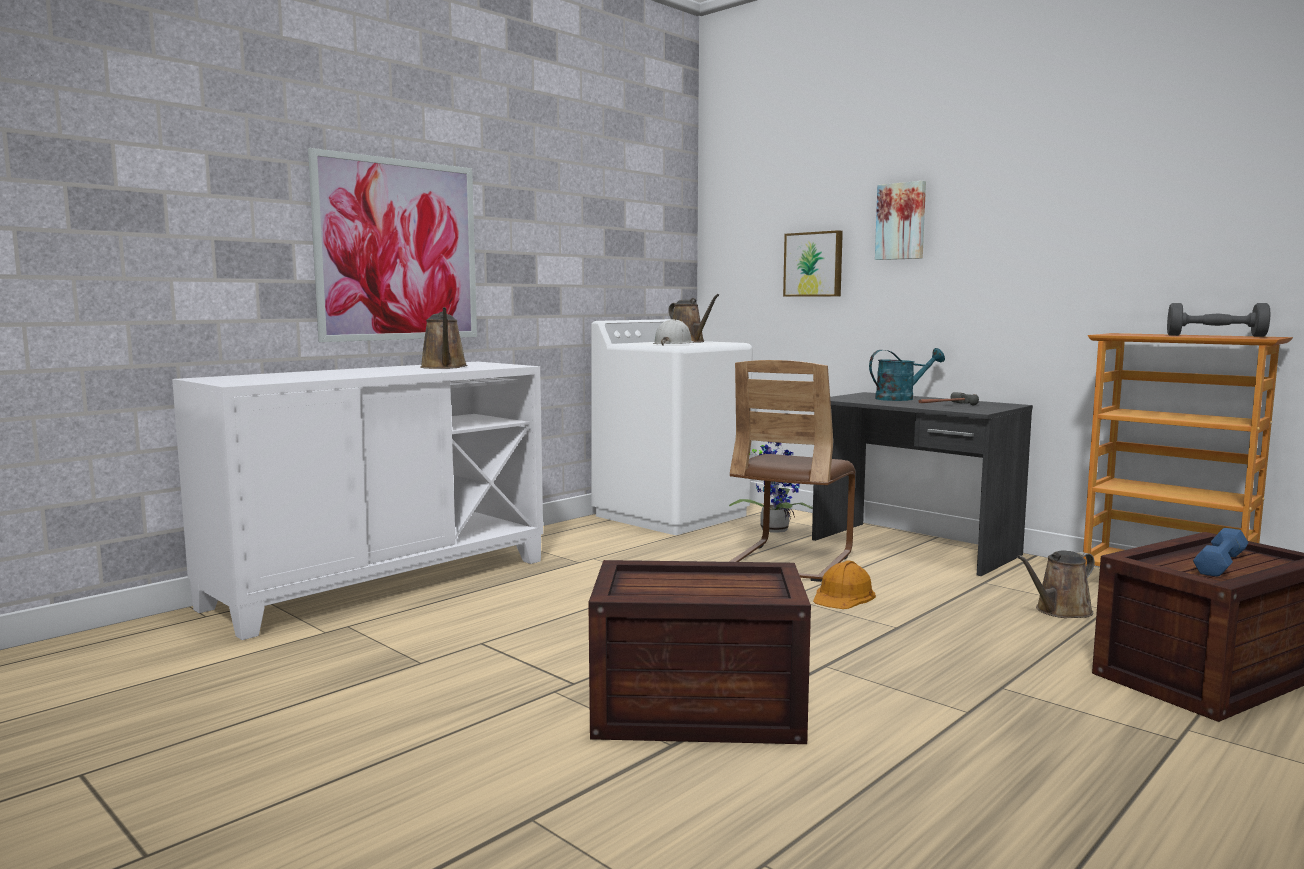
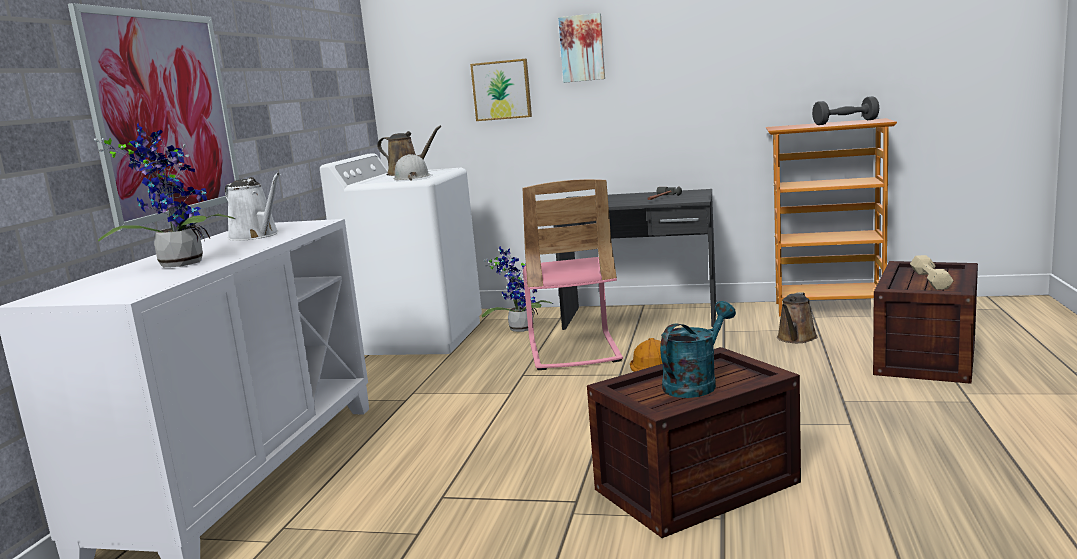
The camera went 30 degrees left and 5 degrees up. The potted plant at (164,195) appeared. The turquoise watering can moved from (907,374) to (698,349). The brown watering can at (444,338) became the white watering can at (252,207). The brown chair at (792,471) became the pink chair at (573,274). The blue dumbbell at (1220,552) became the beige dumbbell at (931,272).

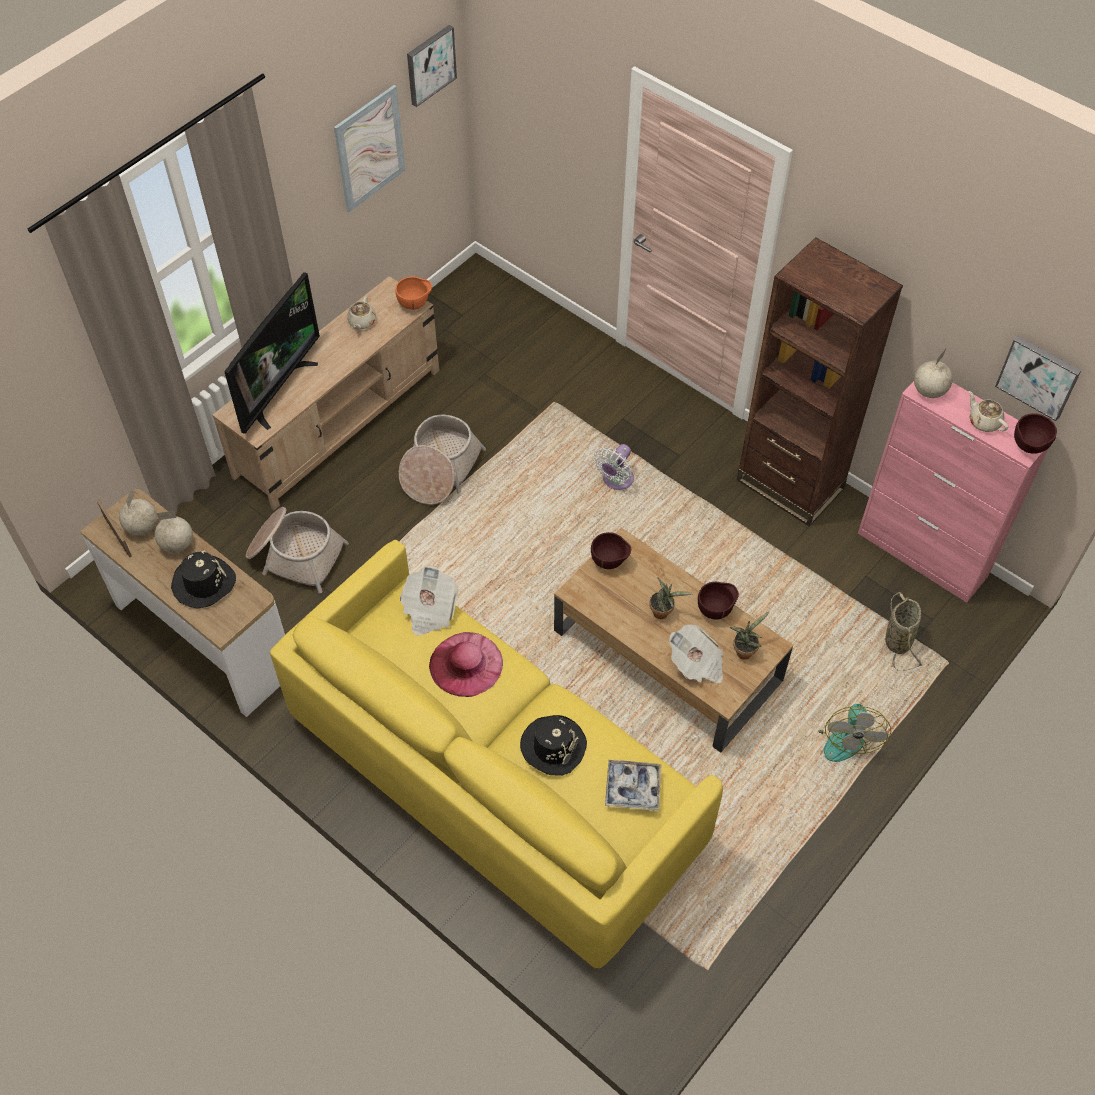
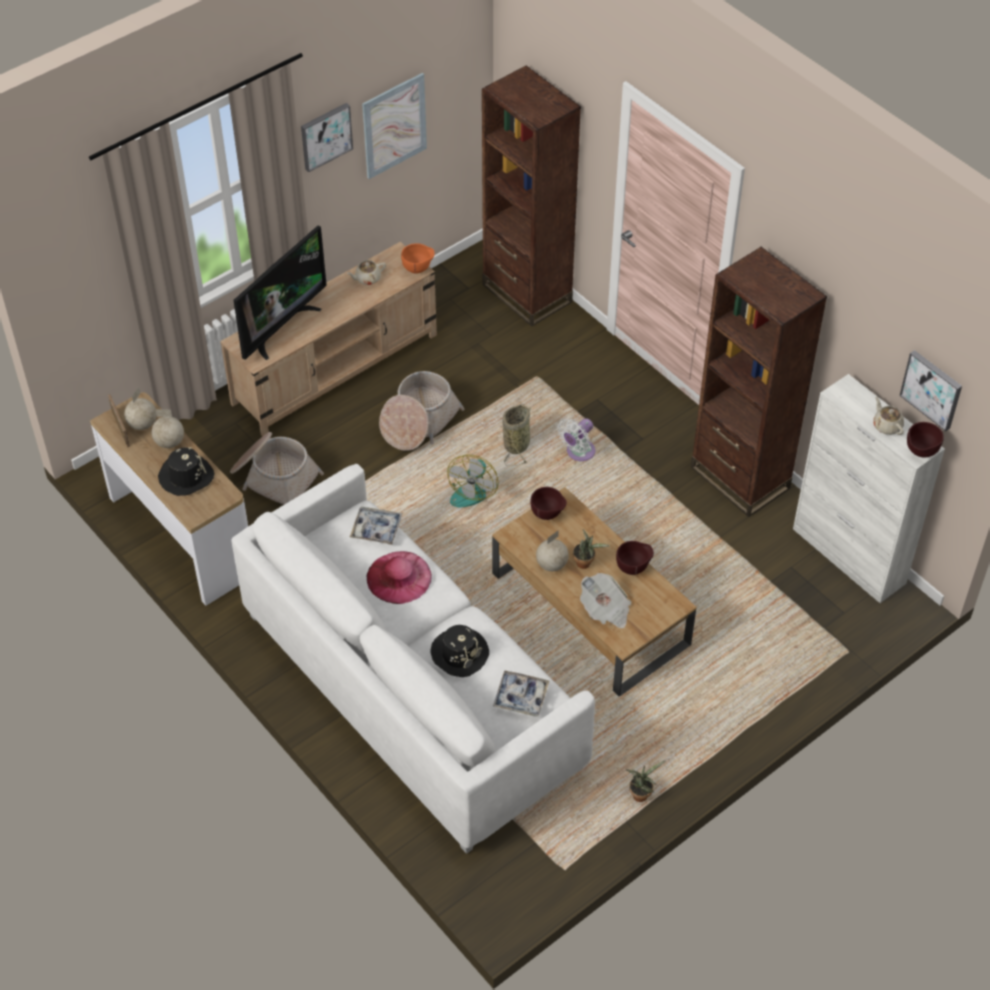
The camera went 10 degrees right and 5 degrees down. The brown bookcase at (531,196) appeared. The picture moved from (432,66) to (327,137). The potted plant moved from (749,635) to (646,781). The fan moved from (854,733) to (473,481). The basket moved from (904,631) to (516,435). The globe moved from (933,373) to (552,550). The newspaper at (429,600) was replaced by the tray at (376,526). The yellow sofa at (496,754) became the white sofa at (413,659). The pink cabinet at (953,492) became the white cabinet at (869,488). The beige teapot at (361,313) turned 45 degrees clockwise.

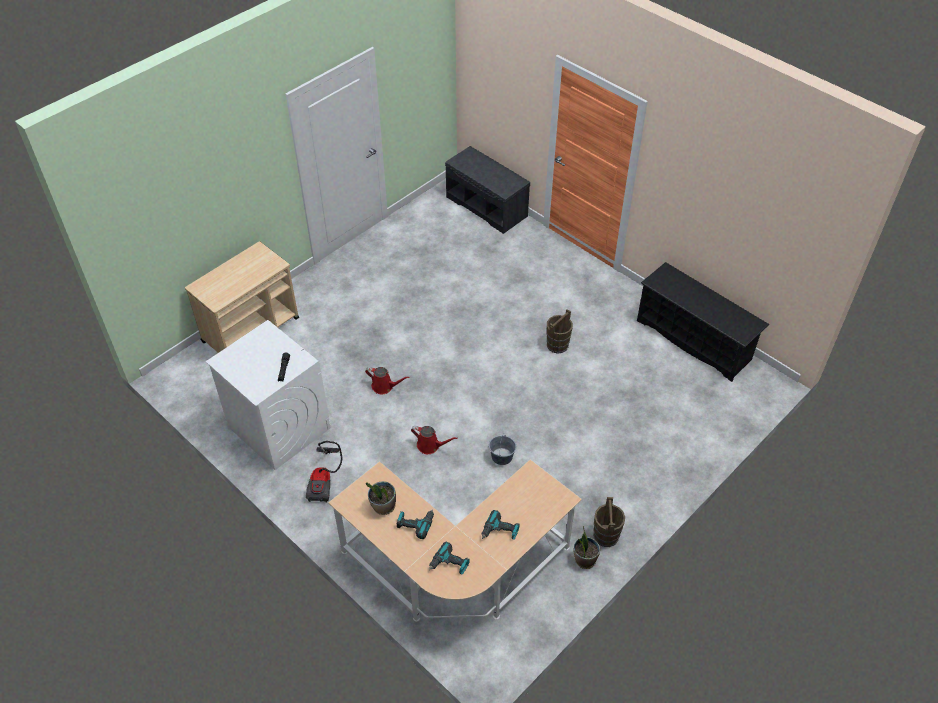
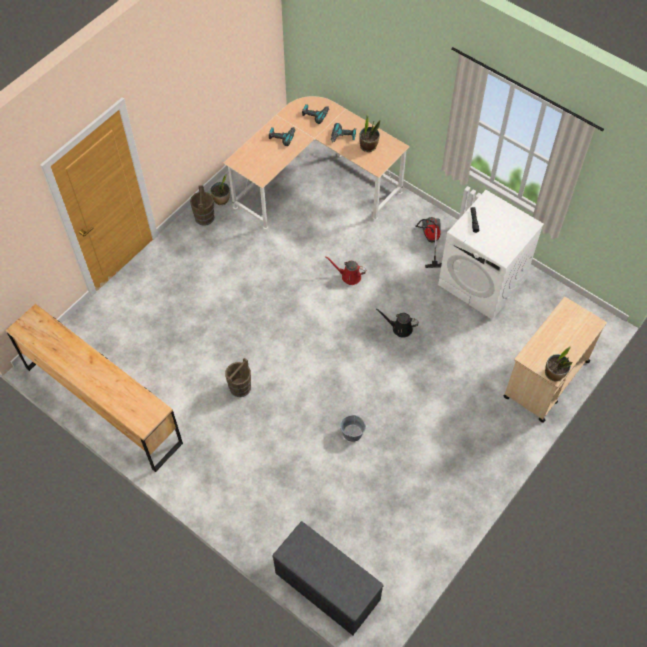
The camera went 175 degrees right and 10 degrees up. The potted plant at (559,363) appeared. The grey bucket moved from (502,449) to (353,428). The black shoe rack at (703,322) was replaced by the brown dresser at (94,388). The red watering can at (387,380) became the black watering can at (397,323).

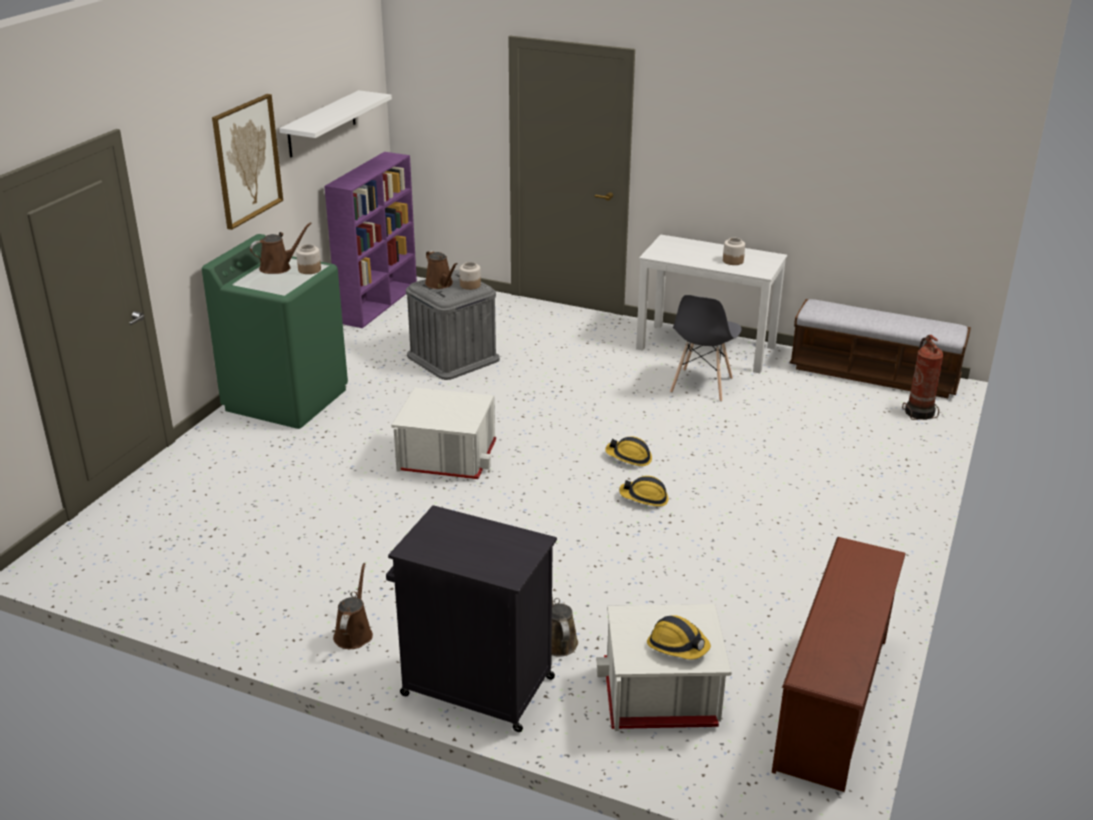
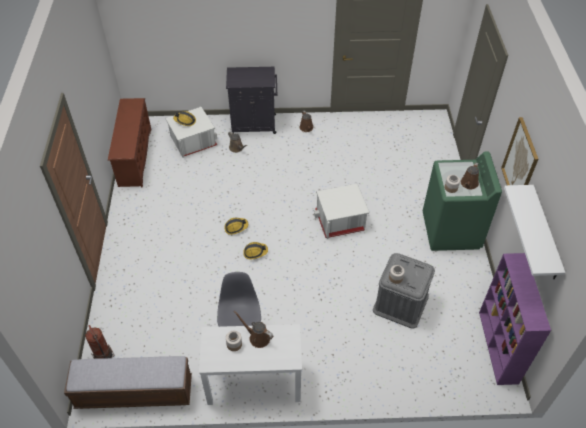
The camera went 155 degrees right and 20 degrees up. The brown watering can moved from (441,269) to (253,329).

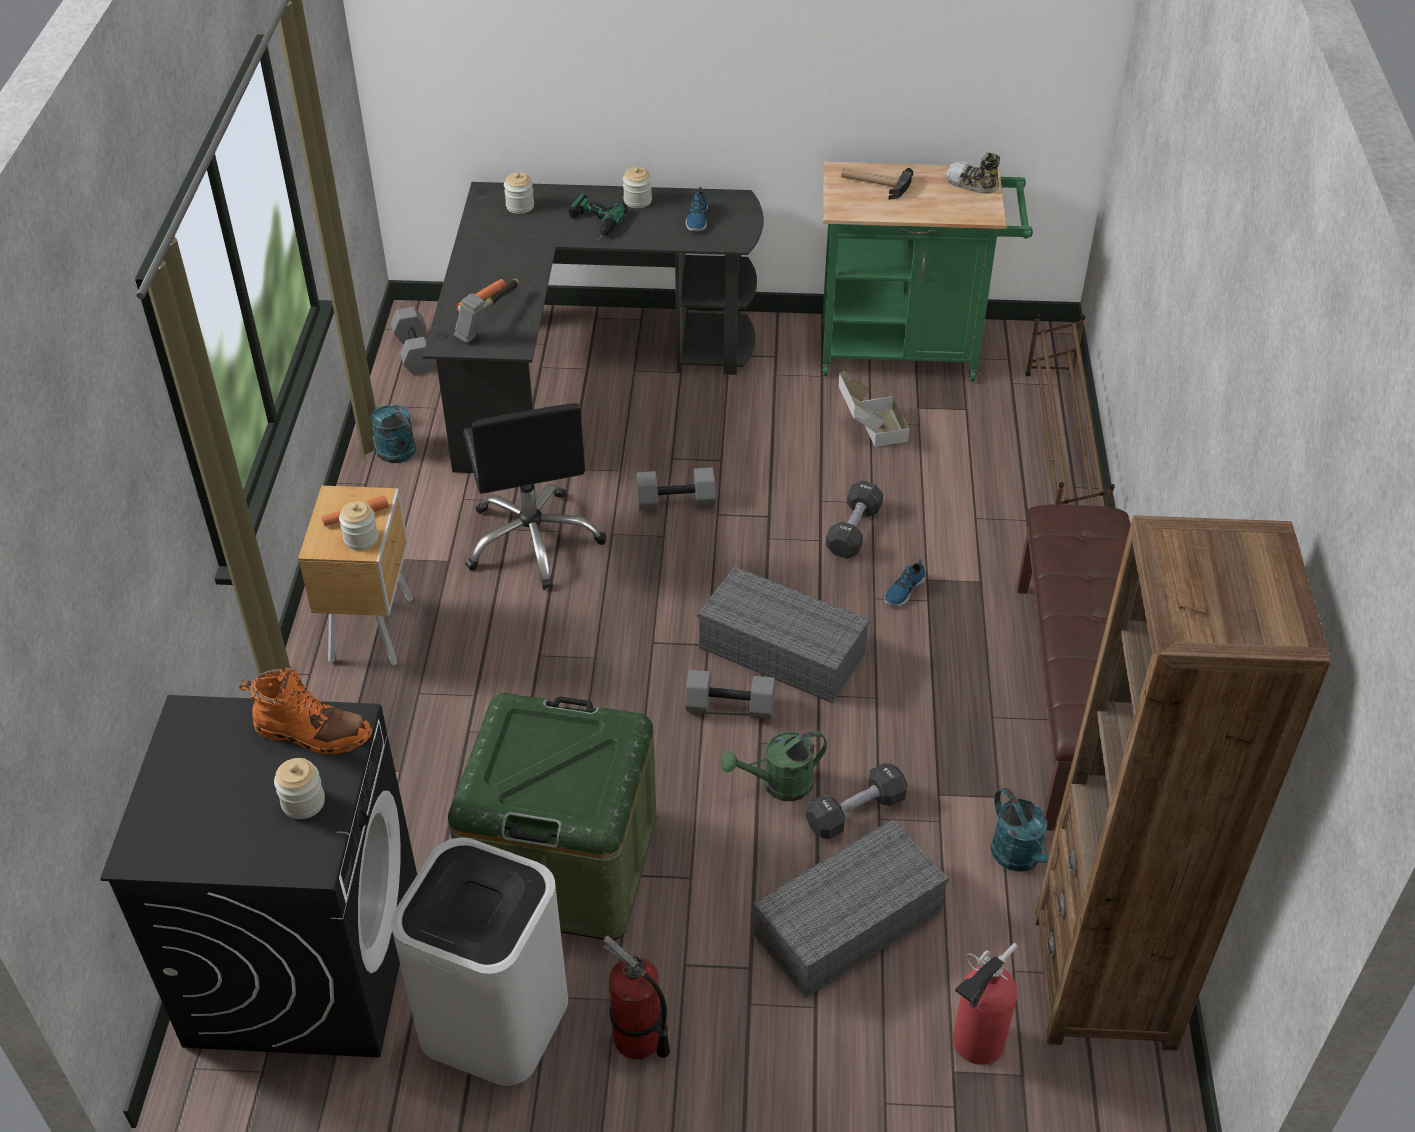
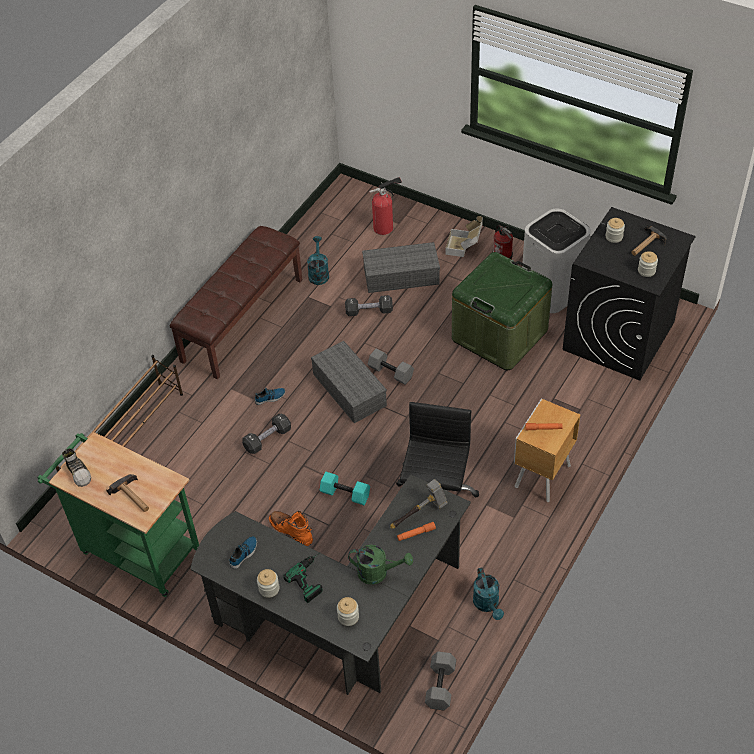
The camera went 150 degrees left and 5 degrees up. The brown bookcase at (1183,783) disappeared. The hammer at (649,240) appeared. The orange boot moved from (305,710) to (291,528). The jar moved from (358,525) to (648,264). The green watering can moved from (774,766) to (380,565). The cardboard box moved from (873,409) to (464,236). The grey dumbbell at (676,489) became the turquoise dumbbell at (345,488).

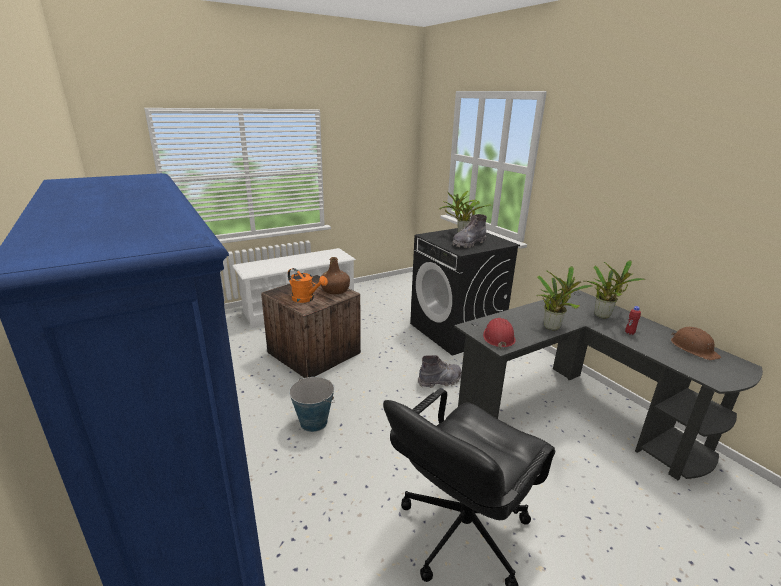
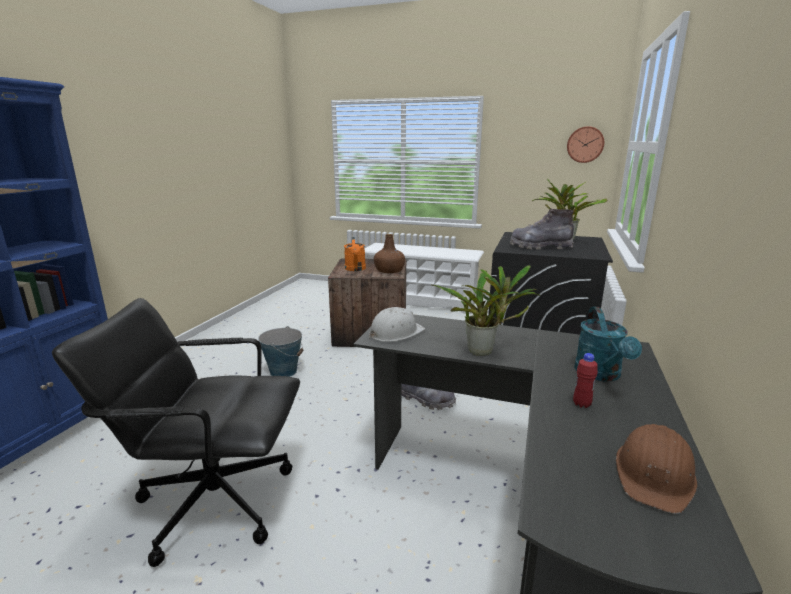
The camera went 50 degrees right and 5 degrees down. The wall clock at (585,144) appeared. The potted plant at (615,289) was replaced by the turquoise watering can at (608,344). The red hard hat at (499,333) became the white hard hat at (397,324).

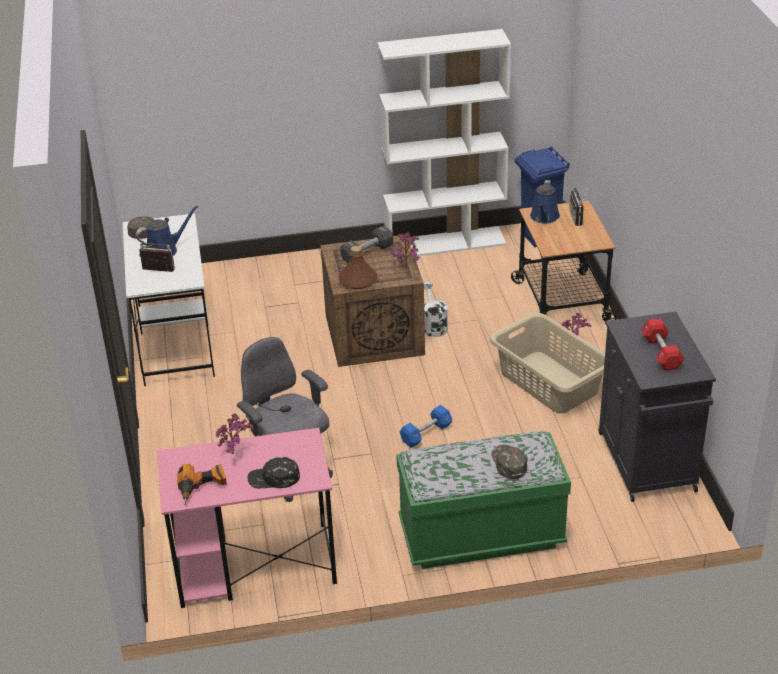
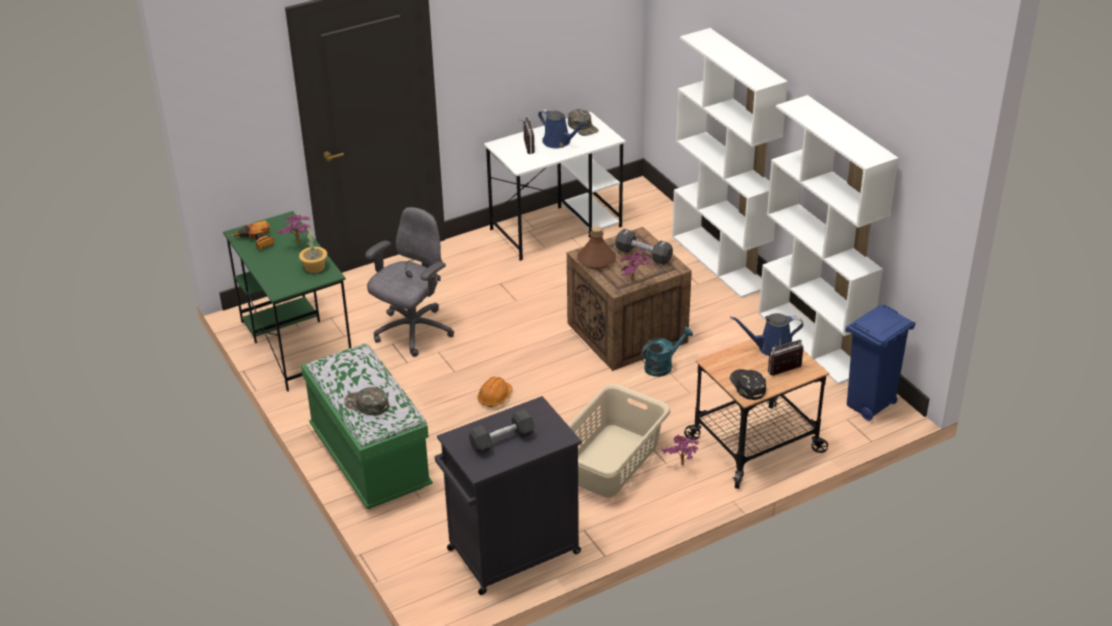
The camera went 70 degrees right and 0 degrees up. The potted plant at (313,250) appeared. The white bookcase at (730,163) appeared. The black cap moved from (273,472) to (748,384). The blue dumbbell at (426,426) was replaced by the orange hard hat at (495,392). The pink desk at (247,518) became the green desk at (287,301). The white watering can at (436,309) became the turquoise watering can at (667,352). The red dumbbell at (662,344) became the black dumbbell at (501,432). The green cap at (509,462) turned 120 degrees counterclockwise.

